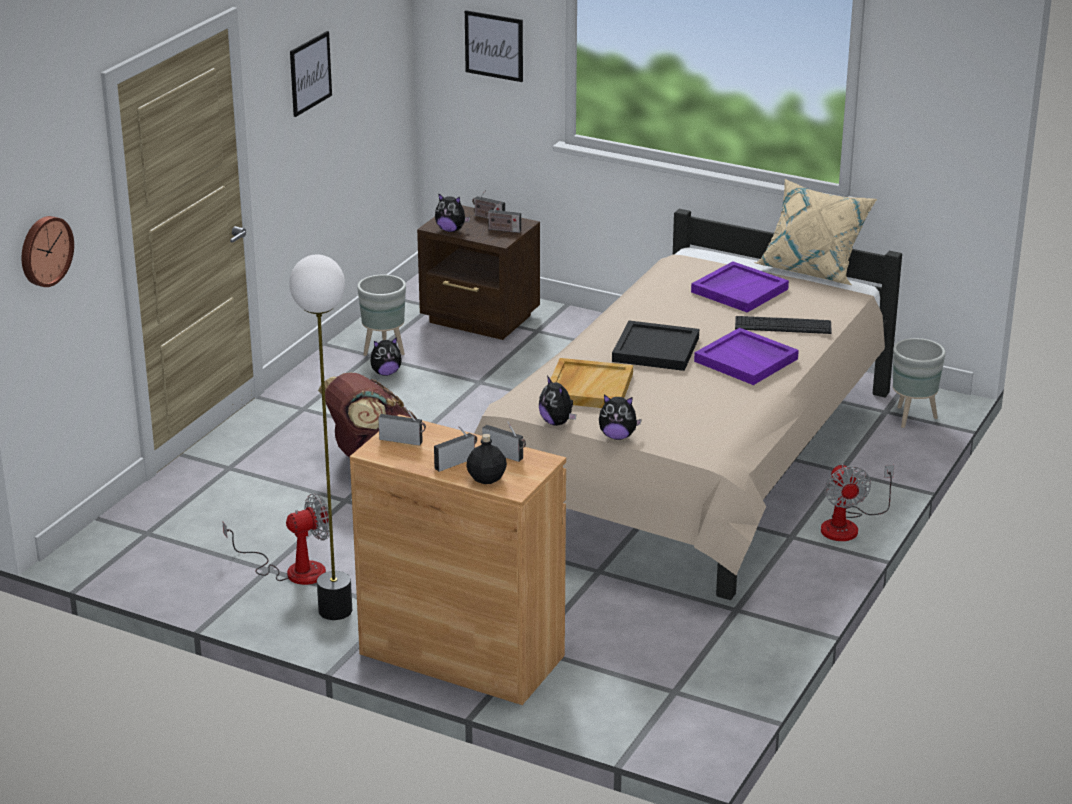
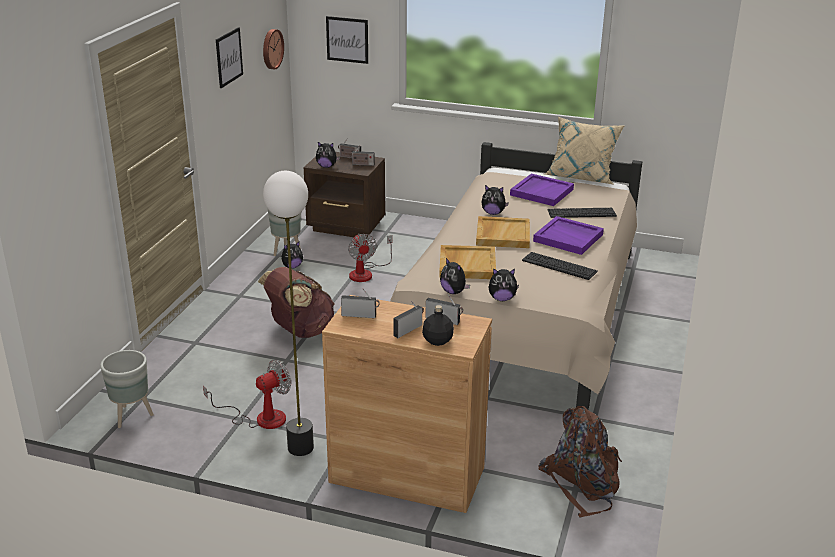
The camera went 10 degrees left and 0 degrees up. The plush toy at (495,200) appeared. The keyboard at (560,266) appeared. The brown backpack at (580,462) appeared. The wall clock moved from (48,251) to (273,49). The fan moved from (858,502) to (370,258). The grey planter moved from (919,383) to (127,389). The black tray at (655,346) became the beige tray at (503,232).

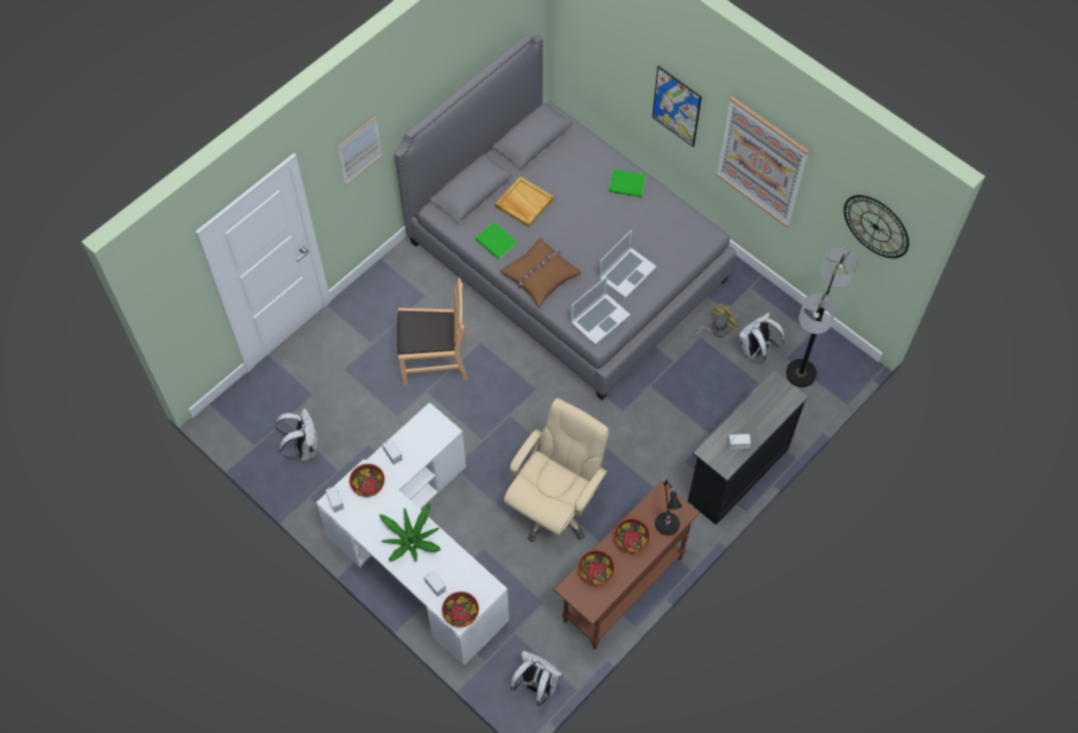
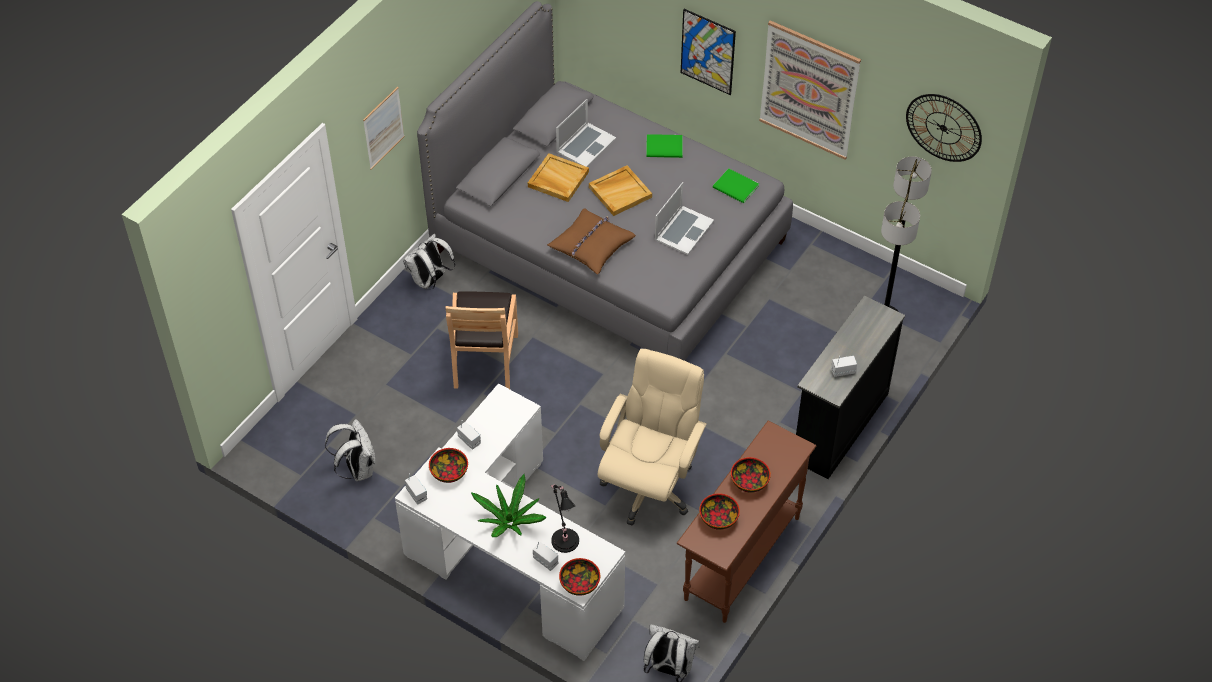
The camera went 10 degrees left and 10 degrees down. The yellow fan at (714,321) disappeared. The beige tray at (620,190) appeared. The green book moved from (496,240) to (736,185). The laptop moved from (600,310) to (586,133). The black table lamp moved from (668,507) to (565,519). The white backpack moved from (761,337) to (429,261). The brown chair at (432,331) turned 105 degrees clockwise.

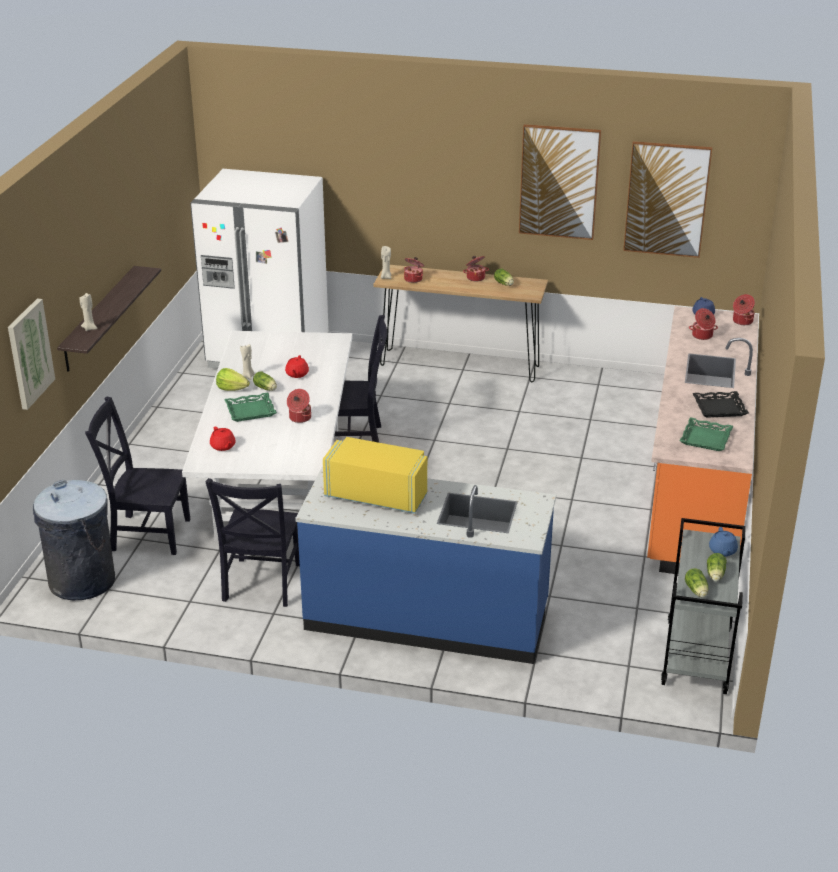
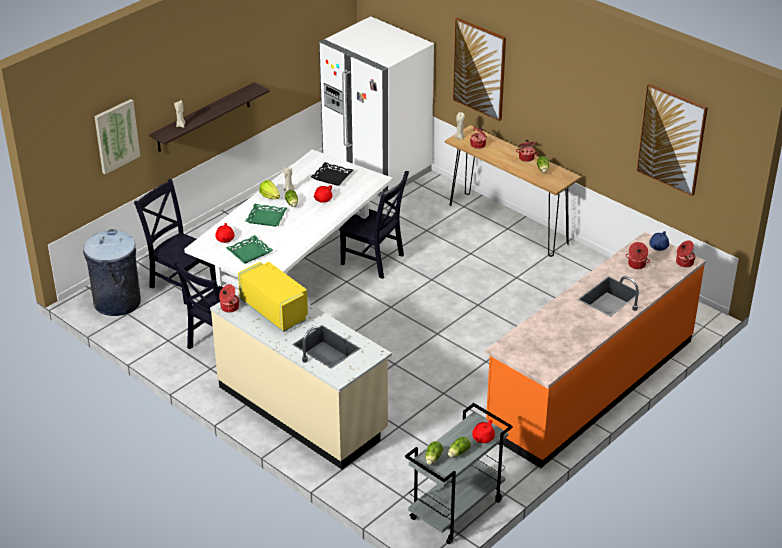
The camera went 30 degrees right and 5 degrees up. The cooking pot moved from (299,406) to (229,298). The picture moved from (560,182) to (479,69). The green tray moved from (706,434) to (249,249). The black tray moved from (720,404) to (332,174). The blue counter at (425,565) became the beige counter at (301,380). The blue teapot at (723,542) became the red teapot at (483,431).

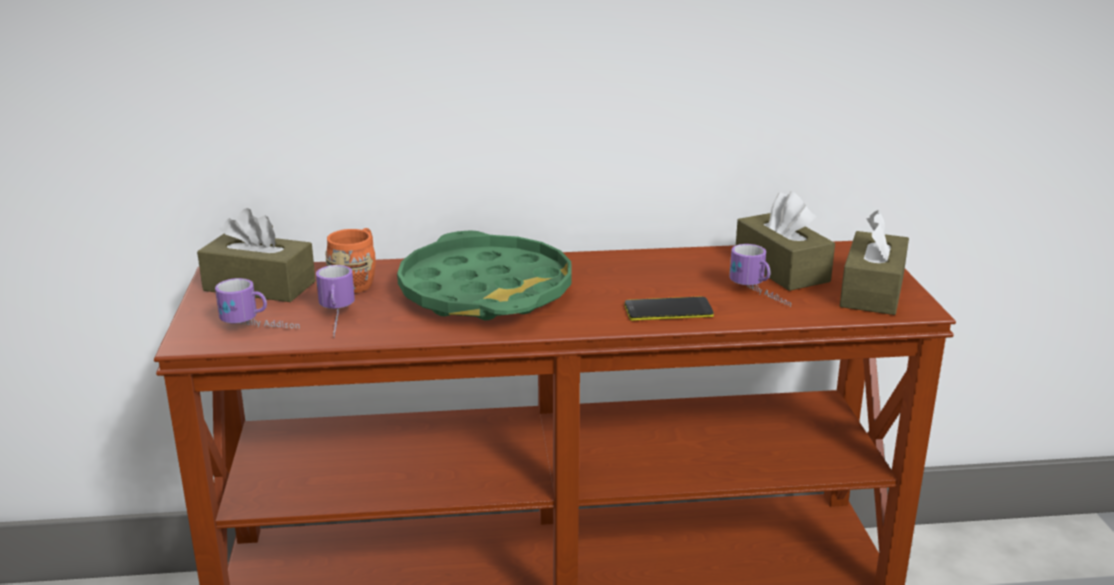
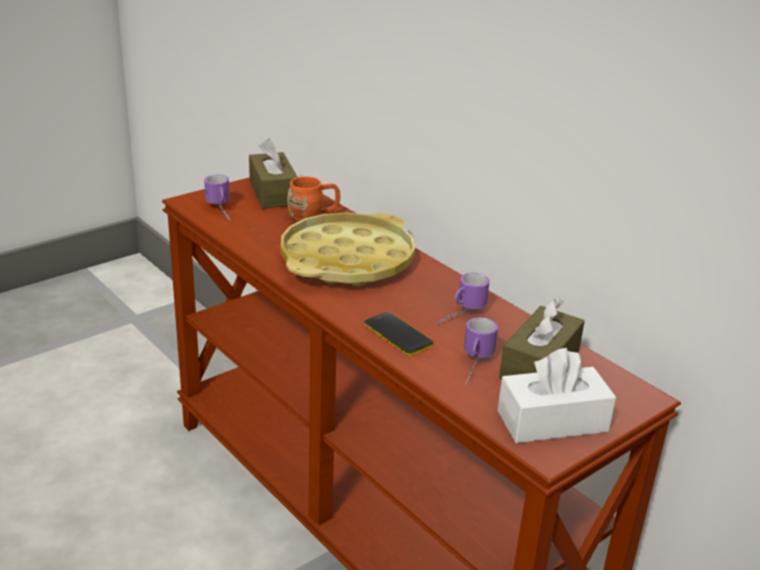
The camera went 55 degrees right and 5 degrees up. The mug moved from (335,301) to (463,299). The green tray at (484,275) became the yellow tray at (348,249). The brown tissue box at (874,262) became the white tissue box at (557,395).

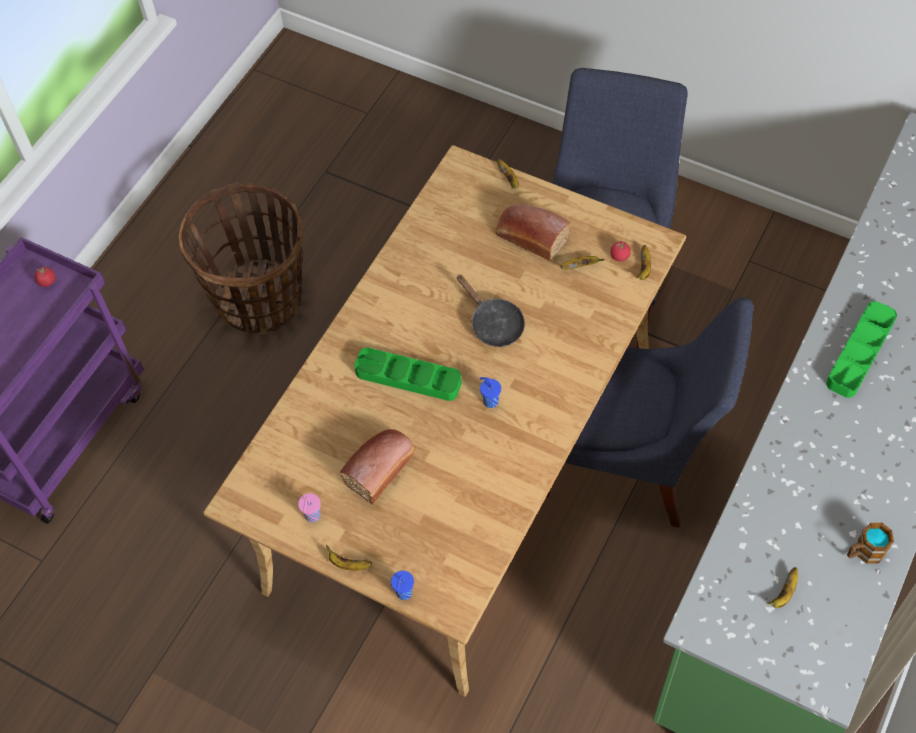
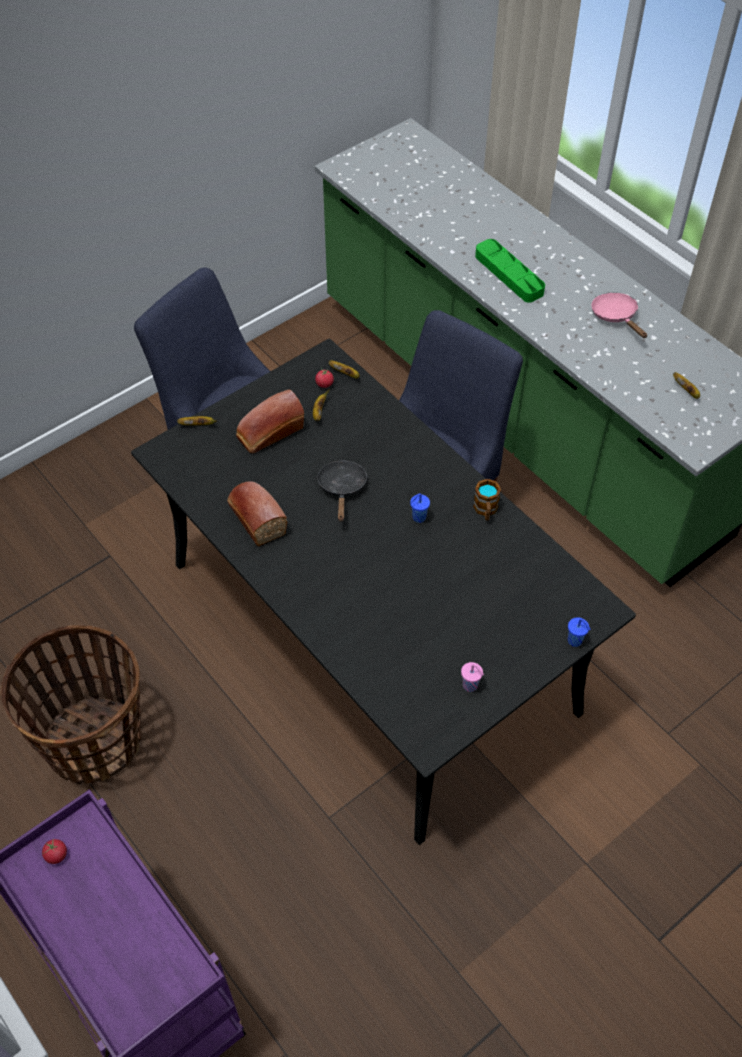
The camera went 70 degrees left and 5 degrees down. The banana at (349,557) disappeared. The green tray at (408,374) disappeared. The pink frying pan at (619,315) appeared. The bread moved from (377,466) to (257,513). The mug moved from (870,543) to (487,499). The beige dining table at (444,421) became the black dining table at (383,592). The black frying pan at (491,310) turned 75 degrees counterclockwise.

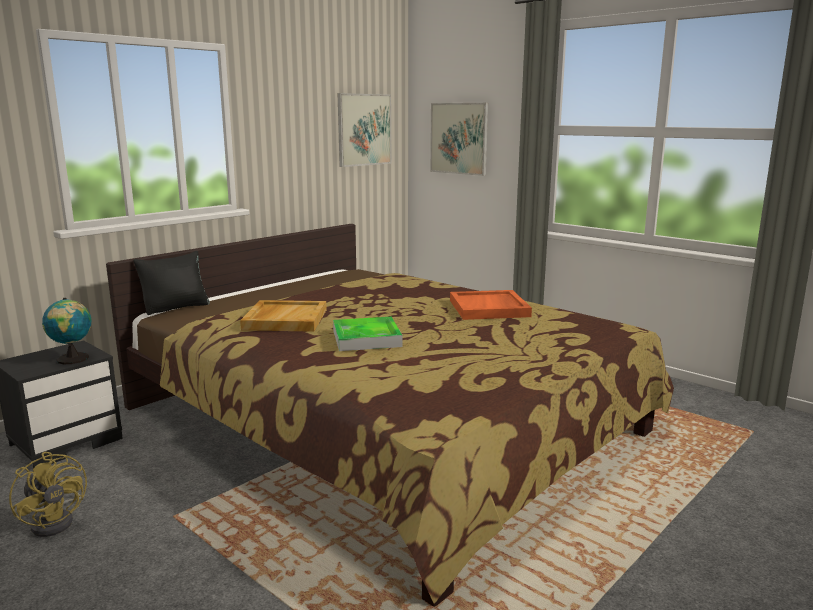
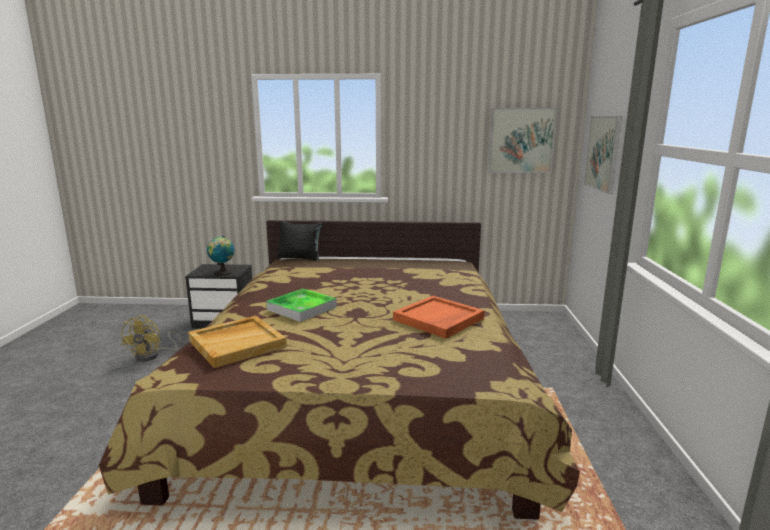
The camera went 50 degrees right and 0 degrees up. The beige tray moved from (283,316) to (237,342).

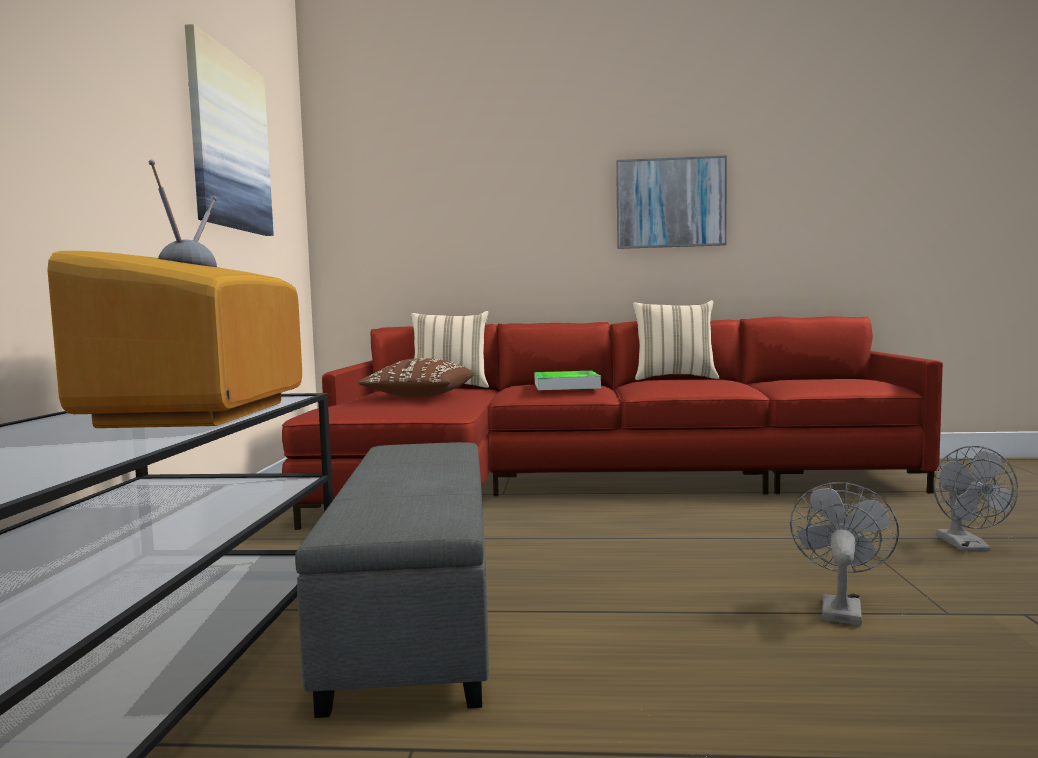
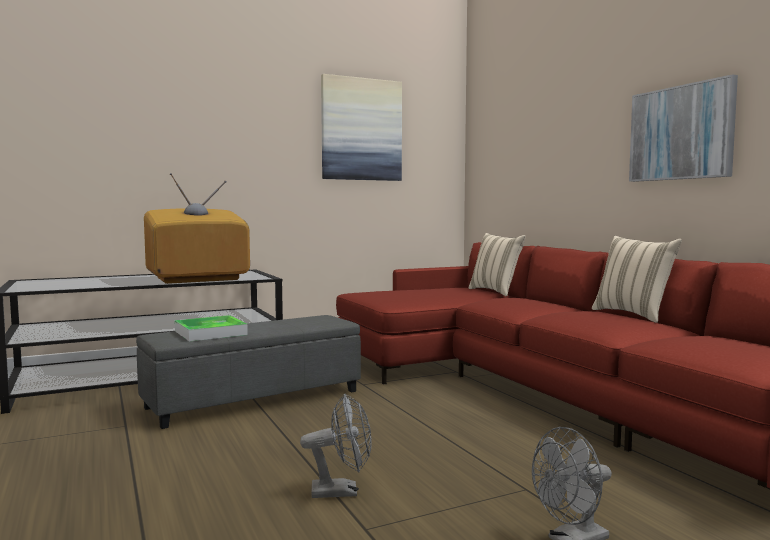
The camera went 60 degrees right and 0 degrees up. The brown pillow at (416,378) disappeared. The tray moved from (567,380) to (211,328).

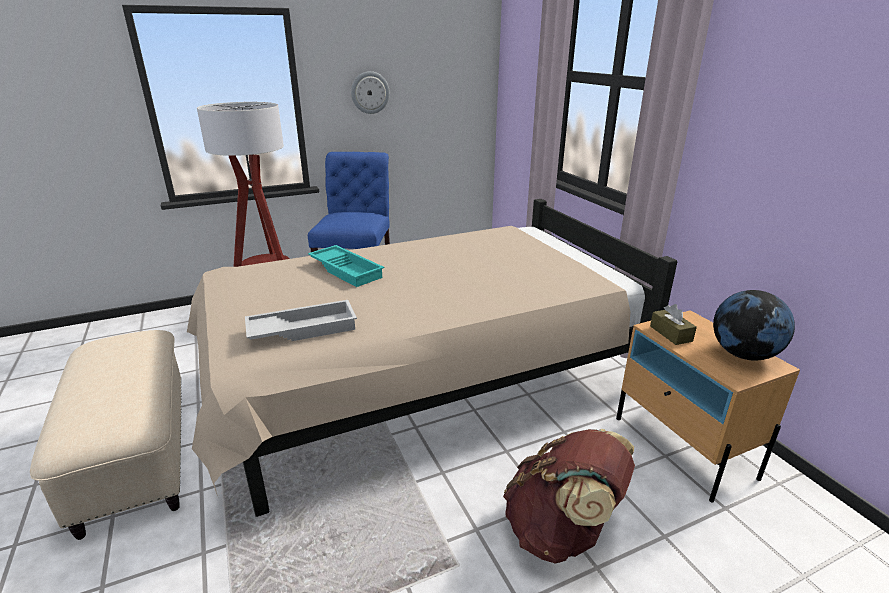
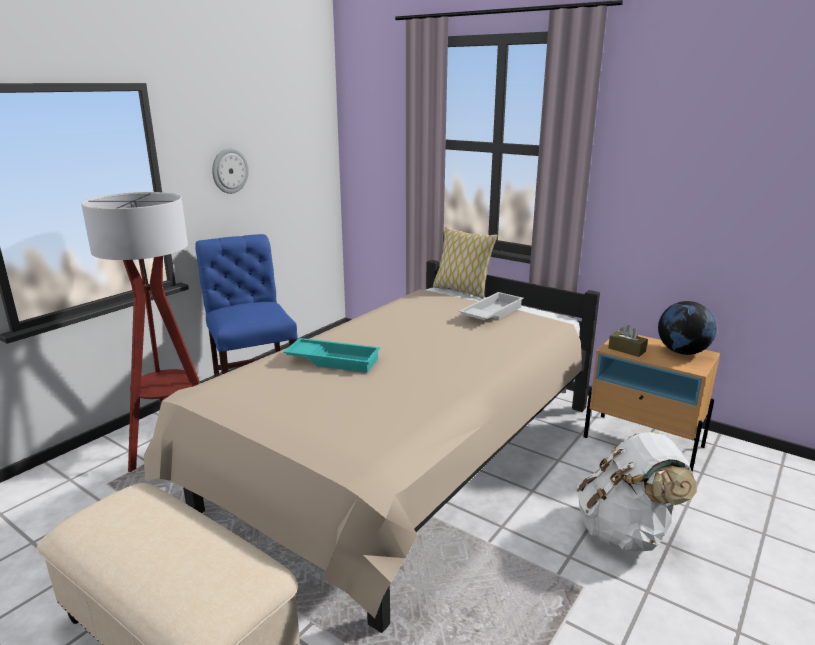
The camera went 30 degrees left and 5 degrees down. The pillow at (465,263) appeared. The white tray moved from (301,320) to (491,306). The brown backpack at (569,496) became the white backpack at (637,491).

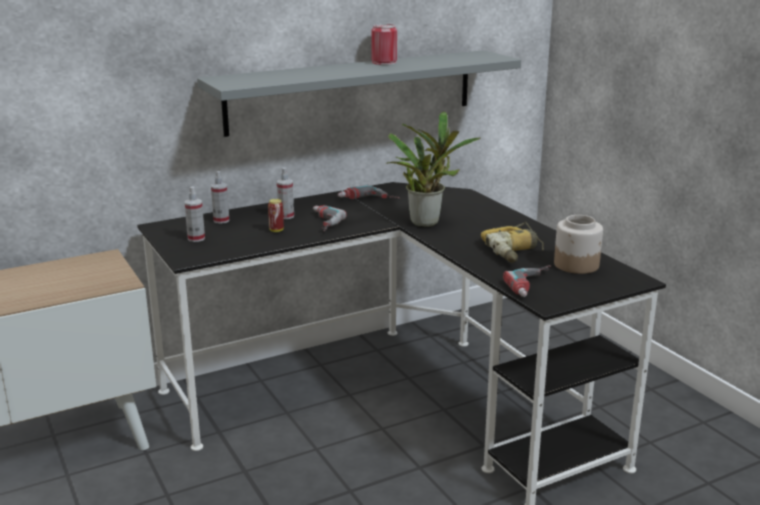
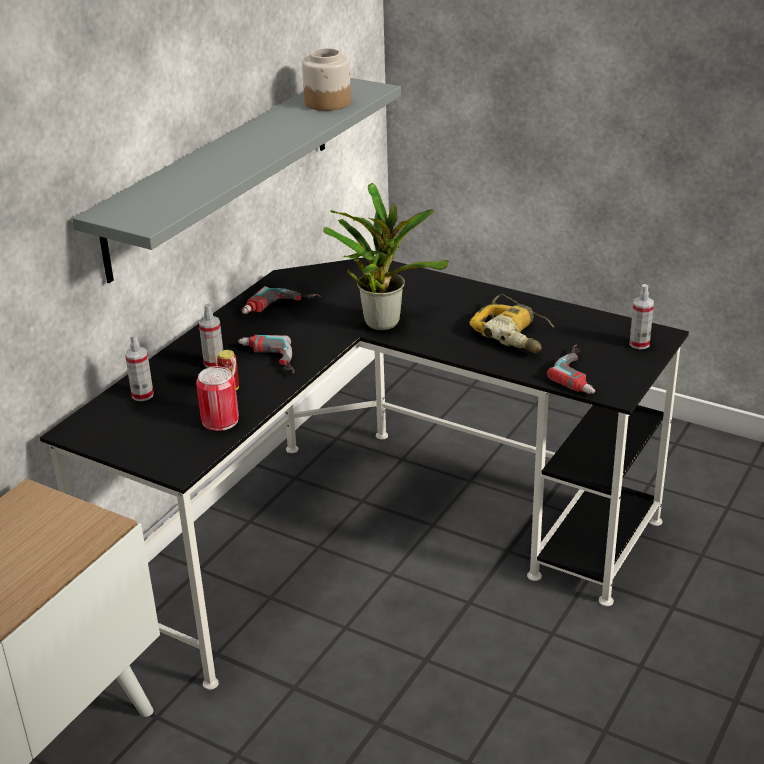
The camera went 30 degrees left and 10 degrees up. The spray bottle moved from (194,214) to (641,316). The can moved from (384,44) to (217,399). The jar moved from (578,244) to (326,79).

